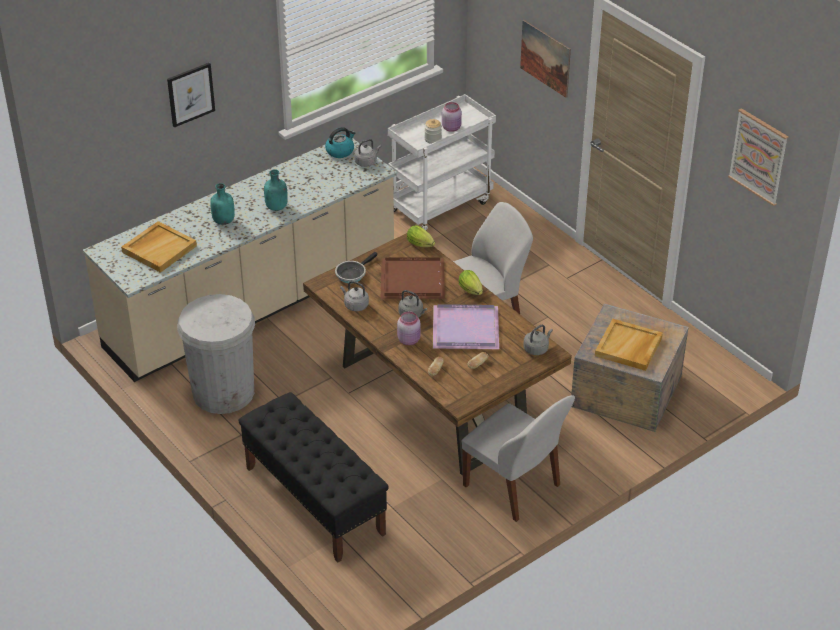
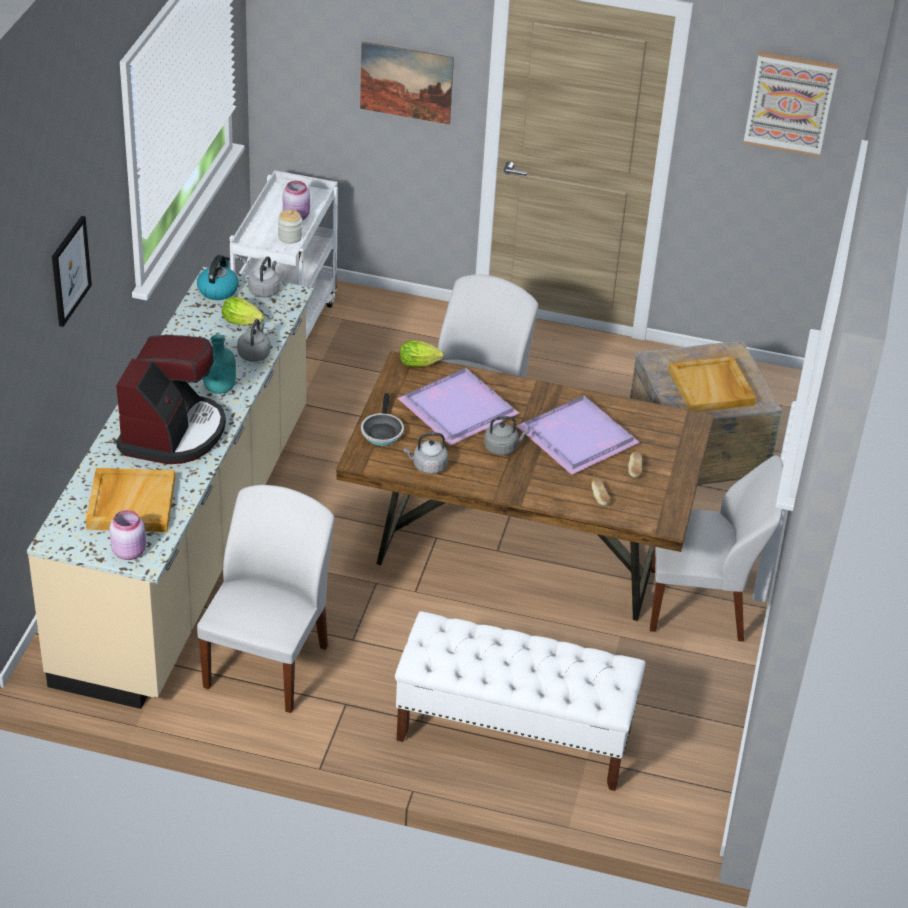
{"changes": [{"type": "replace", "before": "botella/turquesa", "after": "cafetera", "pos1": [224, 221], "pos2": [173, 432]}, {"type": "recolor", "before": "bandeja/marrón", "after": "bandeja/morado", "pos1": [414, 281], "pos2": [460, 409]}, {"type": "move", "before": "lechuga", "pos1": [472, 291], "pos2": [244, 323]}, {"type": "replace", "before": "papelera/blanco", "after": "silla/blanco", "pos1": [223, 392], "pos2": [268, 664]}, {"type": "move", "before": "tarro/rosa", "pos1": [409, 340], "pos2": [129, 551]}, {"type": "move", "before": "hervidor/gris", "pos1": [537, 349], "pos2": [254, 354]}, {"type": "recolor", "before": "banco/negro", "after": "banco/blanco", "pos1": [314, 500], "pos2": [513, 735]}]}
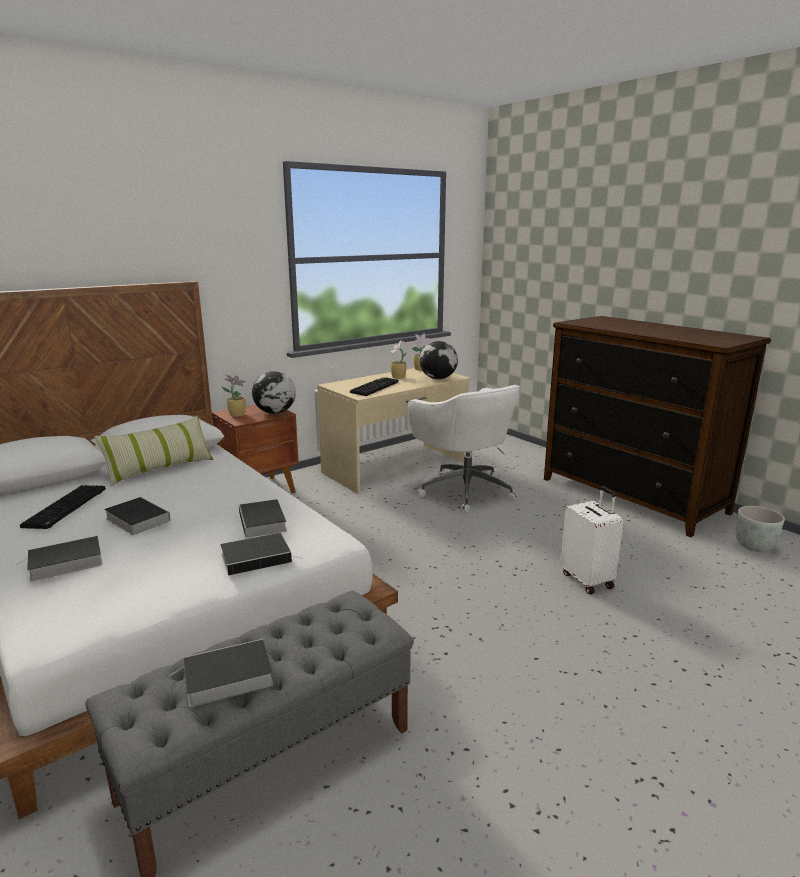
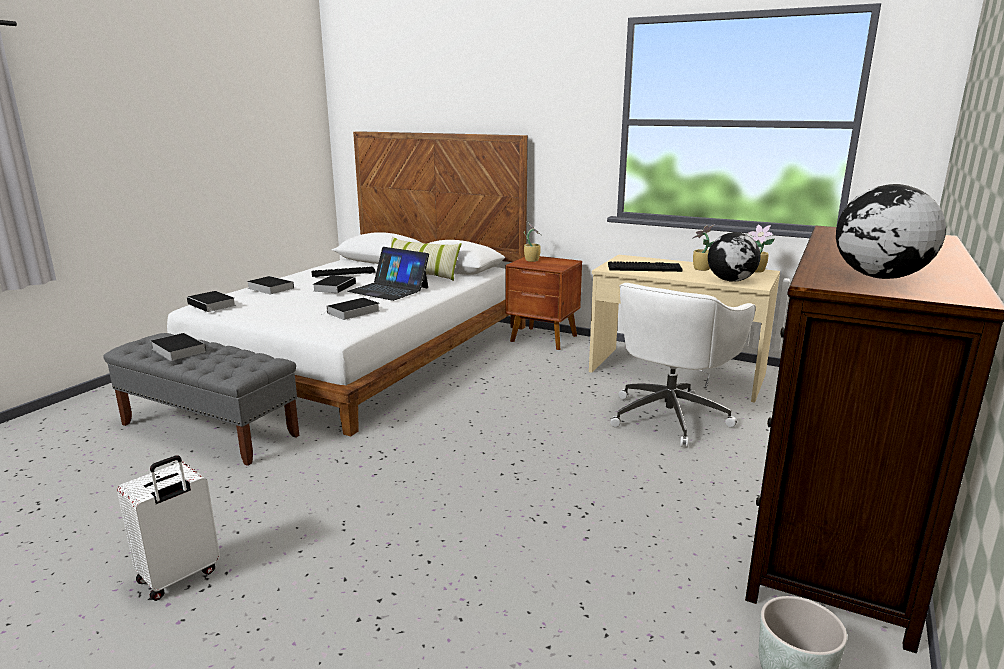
{"changes": [{"type": "move", "before": "globo terráqueo", "pos1": [275, 413], "pos2": [879, 277]}, {"type": "move", "before": "maleta/blanco", "pos1": [588, 580], "pos2": [179, 577]}, {"type": "move", "before": "libro", "pos1": [258, 557], "pos2": [213, 305]}, {"type": "insert", "after": "portátil", "pos2": [389, 289]}]}
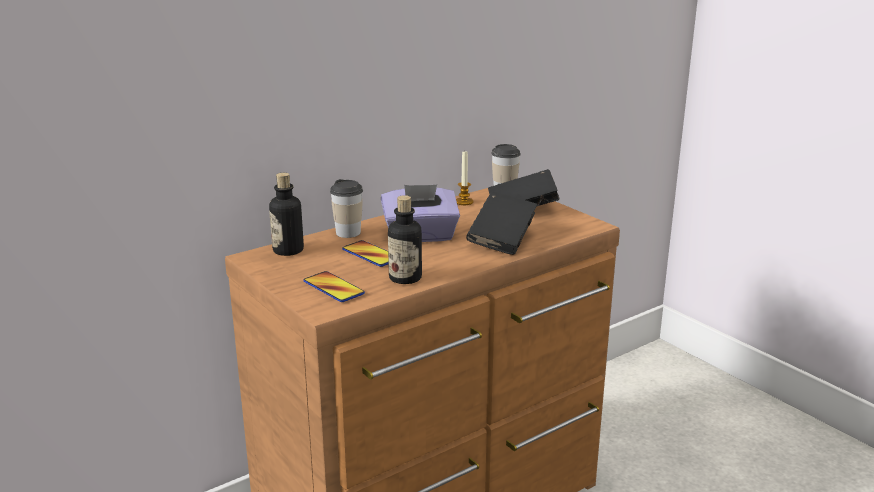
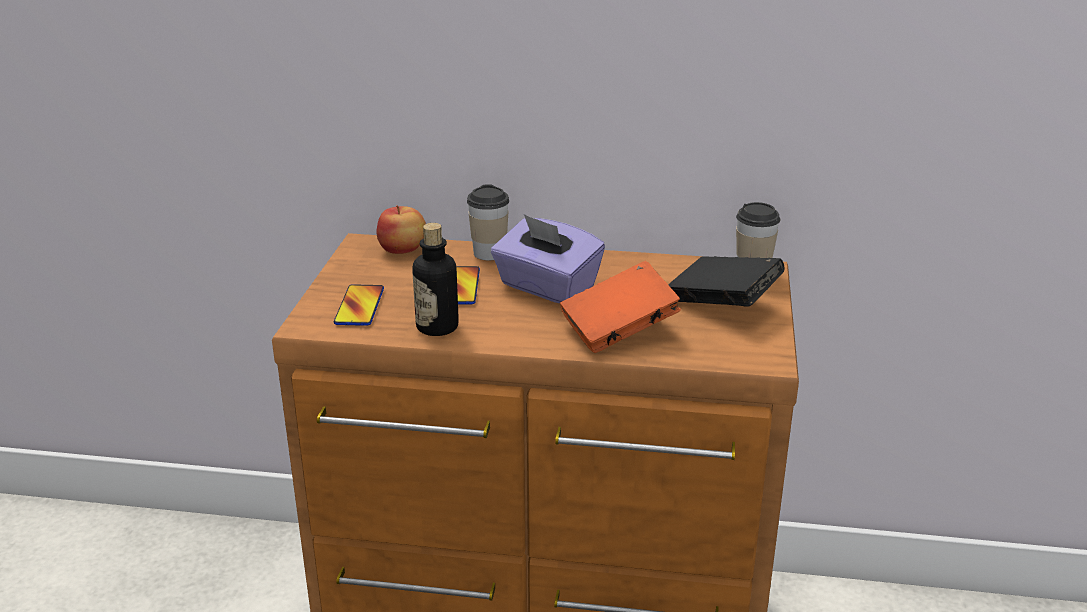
{"changes": [{"type": "delete", "before": "vela", "pos1": [464, 202]}, {"type": "replace", "before": "botella", "after": "manzana", "pos1": [288, 250], "pos2": [403, 249]}, {"type": "recolor", "before": "libro/negro", "after": "libro/naranja", "pos1": [502, 240], "pos2": [619, 330]}]}
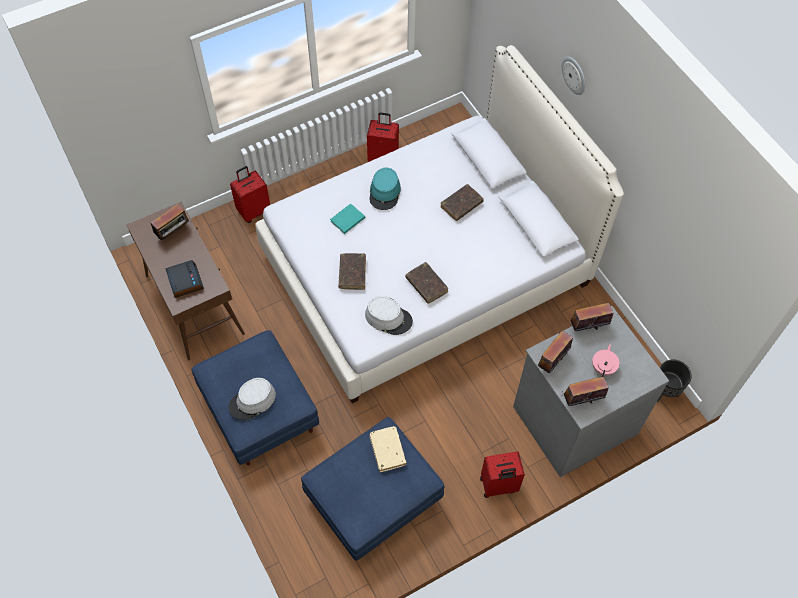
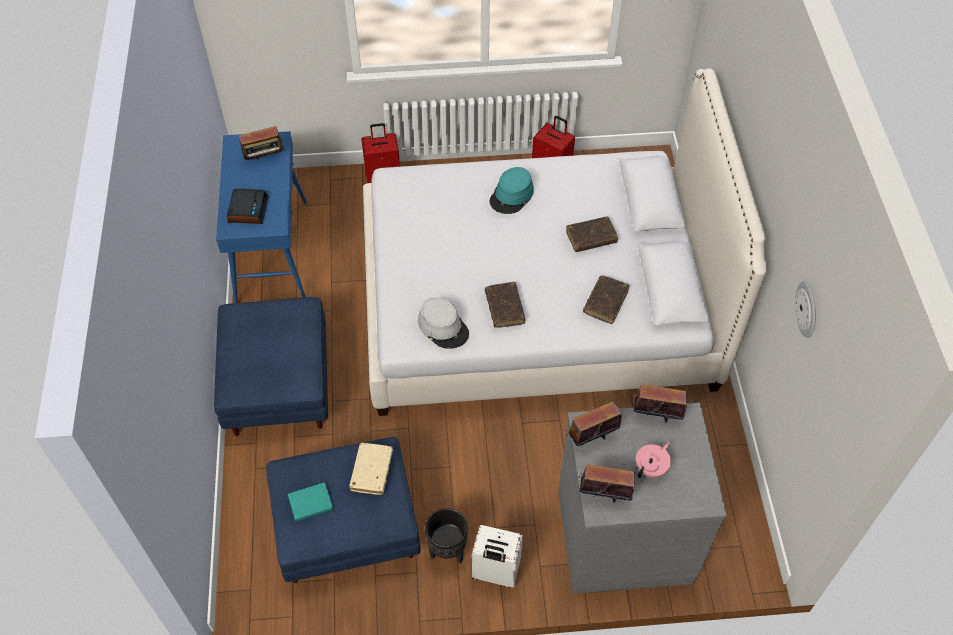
{"changes": [{"type": "move", "before": "reloj de pared", "pos1": [574, 75], "pos2": [807, 309]}, {"type": "recolor", "before": "mesa consola/marrón", "after": "mesa consola/azul", "pos1": [193, 304], "pos2": [271, 252]}, {"type": "move", "before": "libro/turquesa", "pos1": [346, 219], "pos2": [309, 502]}, {"type": "move", "before": "libro/marrón", "pos1": [352, 273], "pos2": [605, 302]}, {"type": "move", "before": "maceta/negro", "pos1": [664, 392], "pos2": [447, 550]}, {"type": "delete", "before": "sombrero/gris", "pos1": [252, 401]}, {"type": "recolor", "before": "maleta/rojo", "after": "maleta/blanco", "pos1": [498, 486], "pos2": [495, 573]}]}
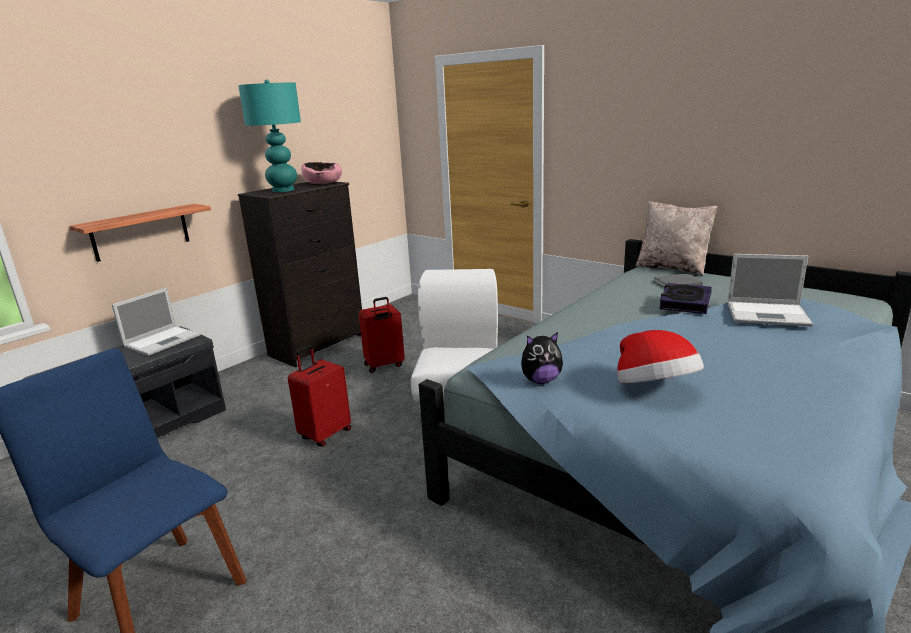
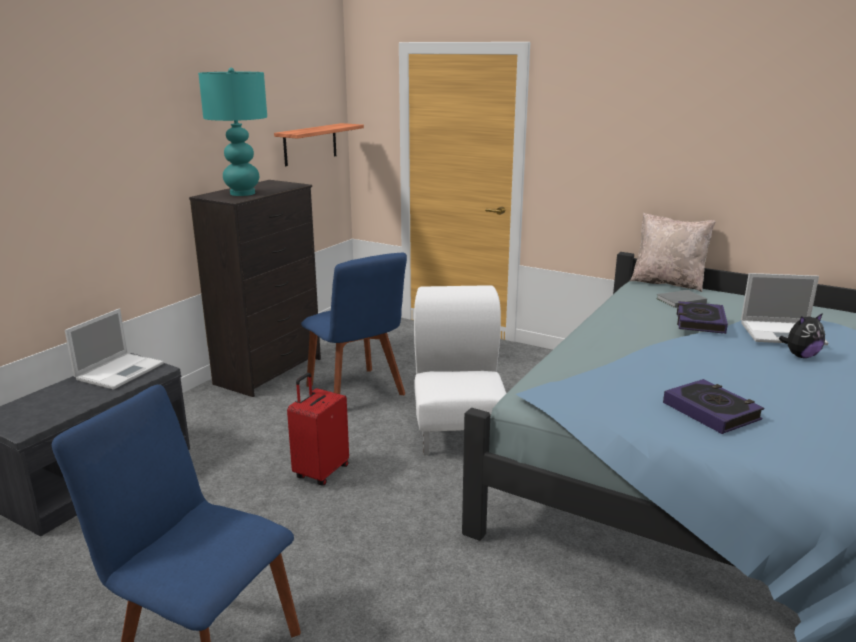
{"changes": [{"type": "delete", "before": "cuenco/rosa", "pos1": [323, 183]}, {"type": "move", "before": "estante", "pos1": [140, 232], "pos2": [310, 144]}, {"type": "replace", "before": "maleta/rojo", "after": "silla/azul", "pos1": [384, 365], "pos2": [357, 392]}, {"type": "replace", "before": "sombrero", "after": "libro", "pos1": [654, 389], "pos2": [711, 411]}, {"type": "move", "before": "peluche", "pos1": [541, 380], "pos2": [800, 356]}]}
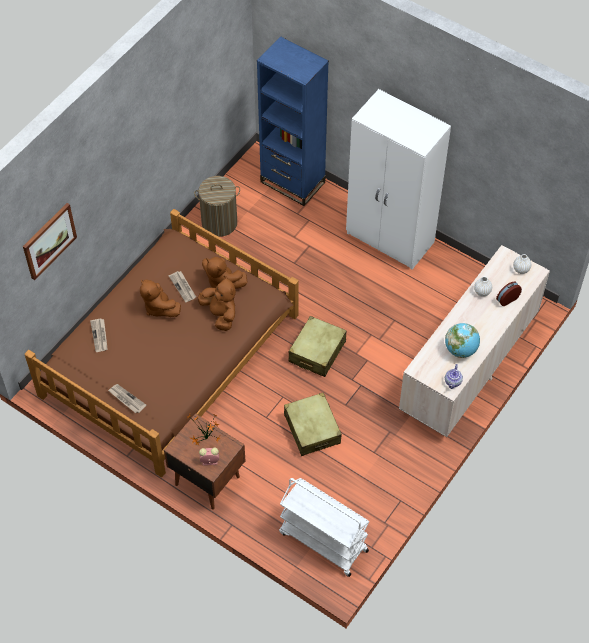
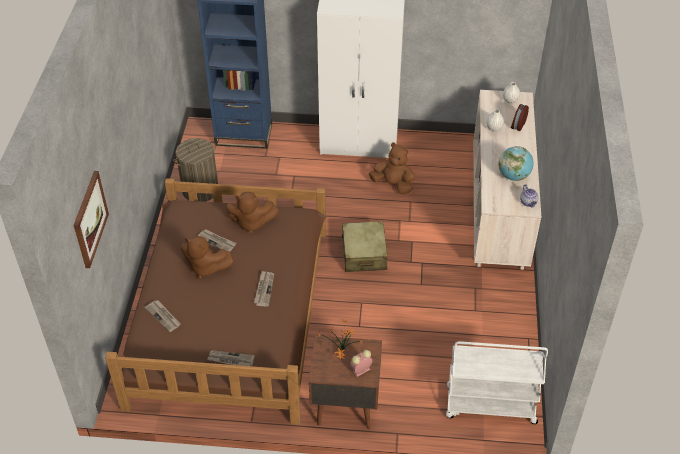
{"changes": [{"type": "move", "before": "peluche/marrón", "pos1": [220, 314], "pos2": [393, 184]}, {"type": "delete", "before": "maleta/beis", "pos1": [312, 429]}, {"type": "insert", "after": "periódico", "pos2": [264, 289]}]}
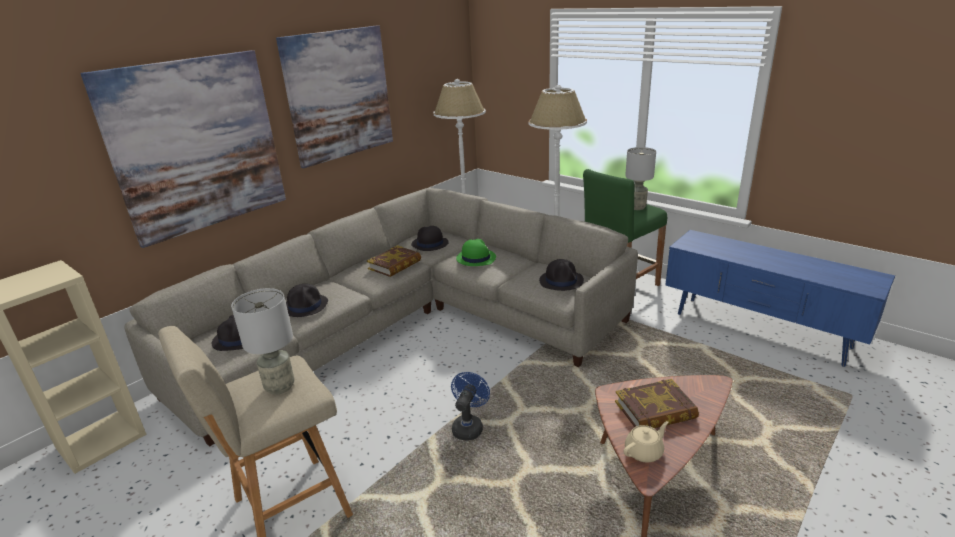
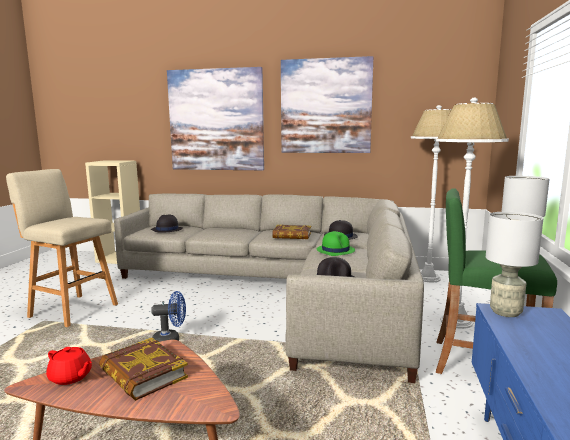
{"changes": [{"type": "delete", "before": "sombrero/negro", "pos1": [305, 306]}, {"type": "move", "before": "lámpara de mesa/gris", "pos1": [280, 386], "pos2": [506, 312]}, {"type": "recolor", "before": "tetera/beis", "after": "tetera/rojo", "pos1": [644, 452], "pos2": [71, 377]}]}
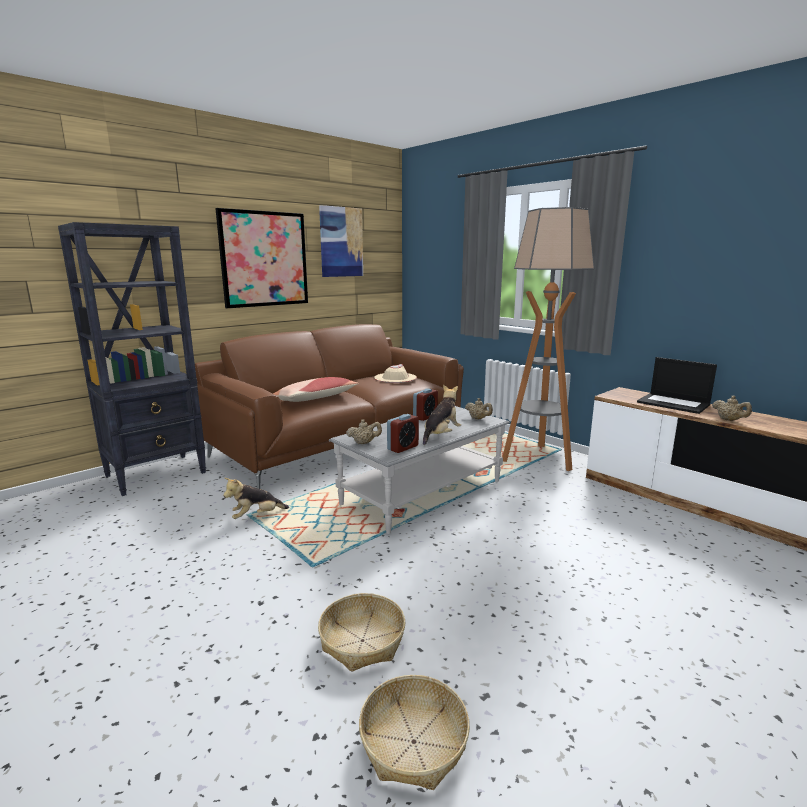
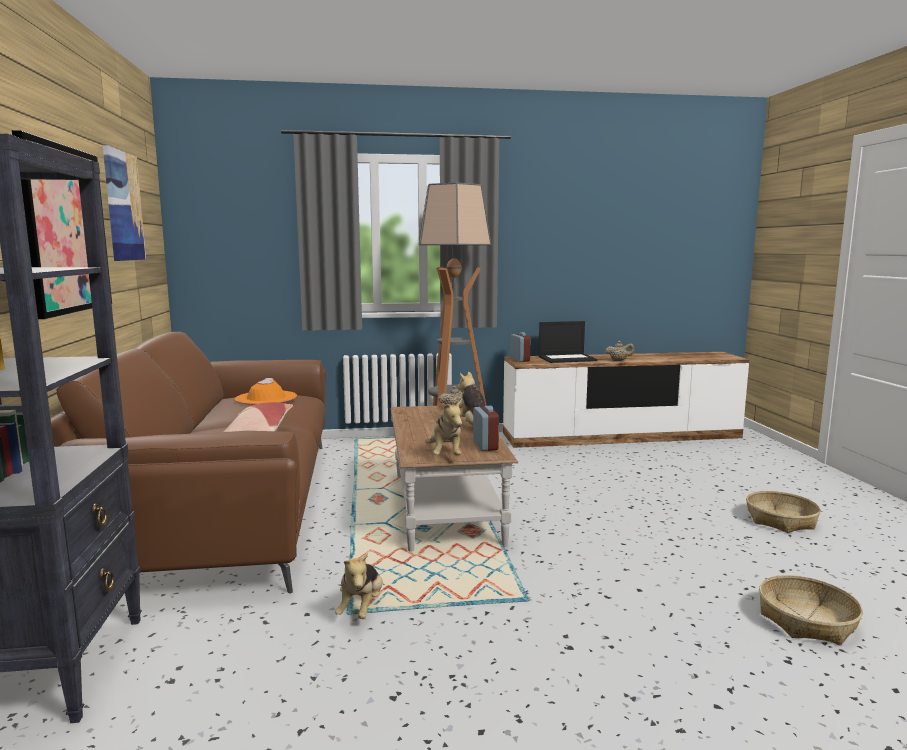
{"changes": [{"type": "recolor", "before": "sombrero/beis", "after": "sombrero/naranja", "pos1": [395, 378], "pos2": [266, 398]}, {"type": "move", "before": "despertador", "pos1": [425, 417], "pos2": [519, 359]}, {"type": "recolor", "before": "mesa de centro/gris", "after": "mesa de centro/marrón", "pos1": [423, 492], "pos2": [445, 507]}, {"type": "replace", "before": "tetera/beis", "after": "peluche", "pos1": [364, 443], "pos2": [445, 455]}, {"type": "move", "before": "cesta", "pos1": [362, 640], "pos2": [780, 520]}]}
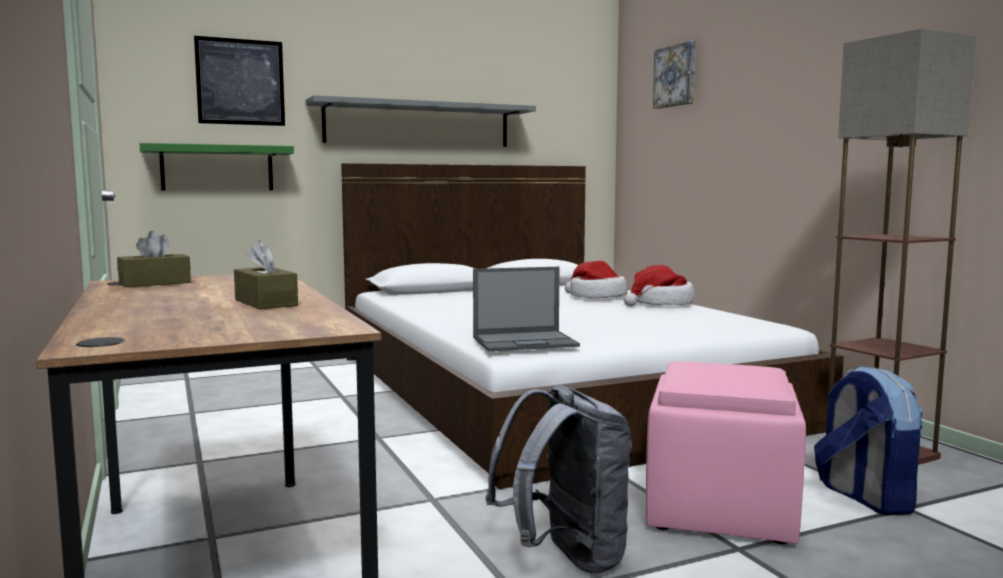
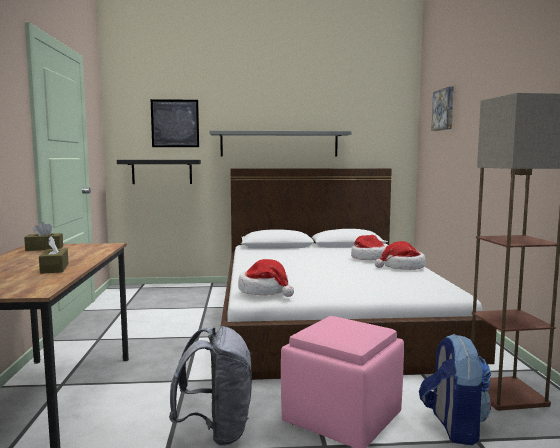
{"changes": [{"type": "recolor", "before": "estante/verde", "after": "estante/negro", "pos1": [217, 168], "pos2": [162, 172]}, {"type": "replace", "before": "portátil", "after": "sombrero", "pos1": [526, 341], "pos2": [265, 291]}]}
